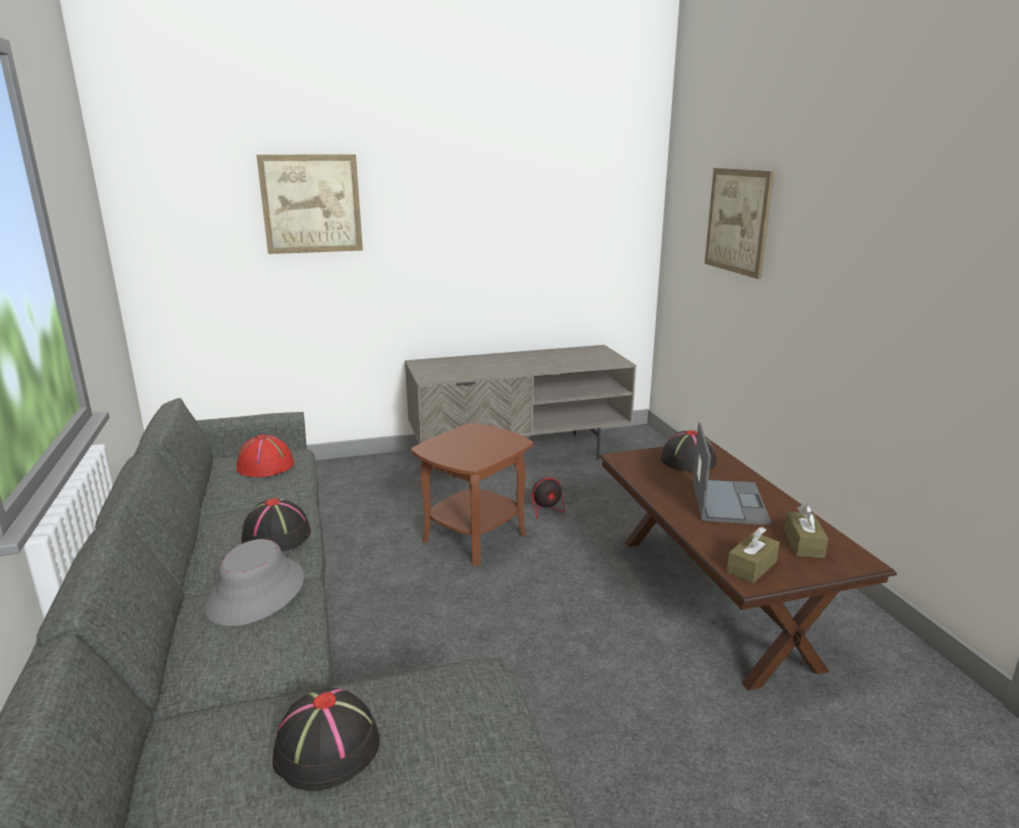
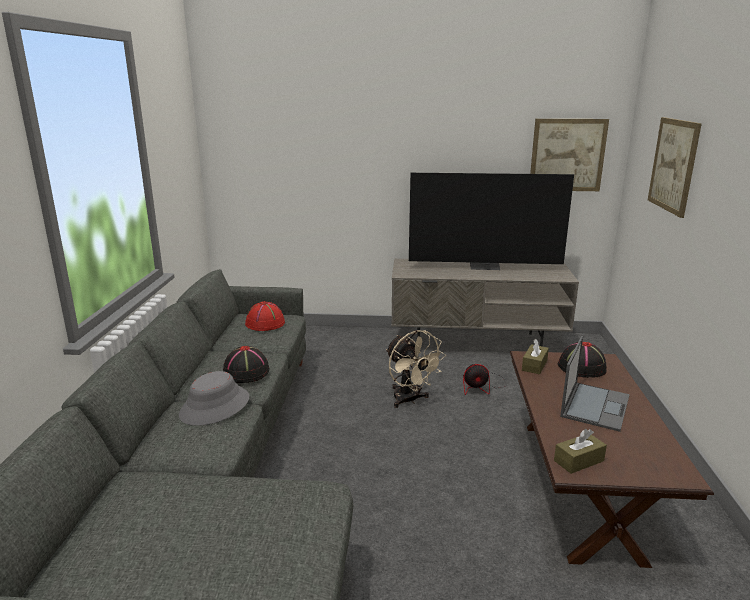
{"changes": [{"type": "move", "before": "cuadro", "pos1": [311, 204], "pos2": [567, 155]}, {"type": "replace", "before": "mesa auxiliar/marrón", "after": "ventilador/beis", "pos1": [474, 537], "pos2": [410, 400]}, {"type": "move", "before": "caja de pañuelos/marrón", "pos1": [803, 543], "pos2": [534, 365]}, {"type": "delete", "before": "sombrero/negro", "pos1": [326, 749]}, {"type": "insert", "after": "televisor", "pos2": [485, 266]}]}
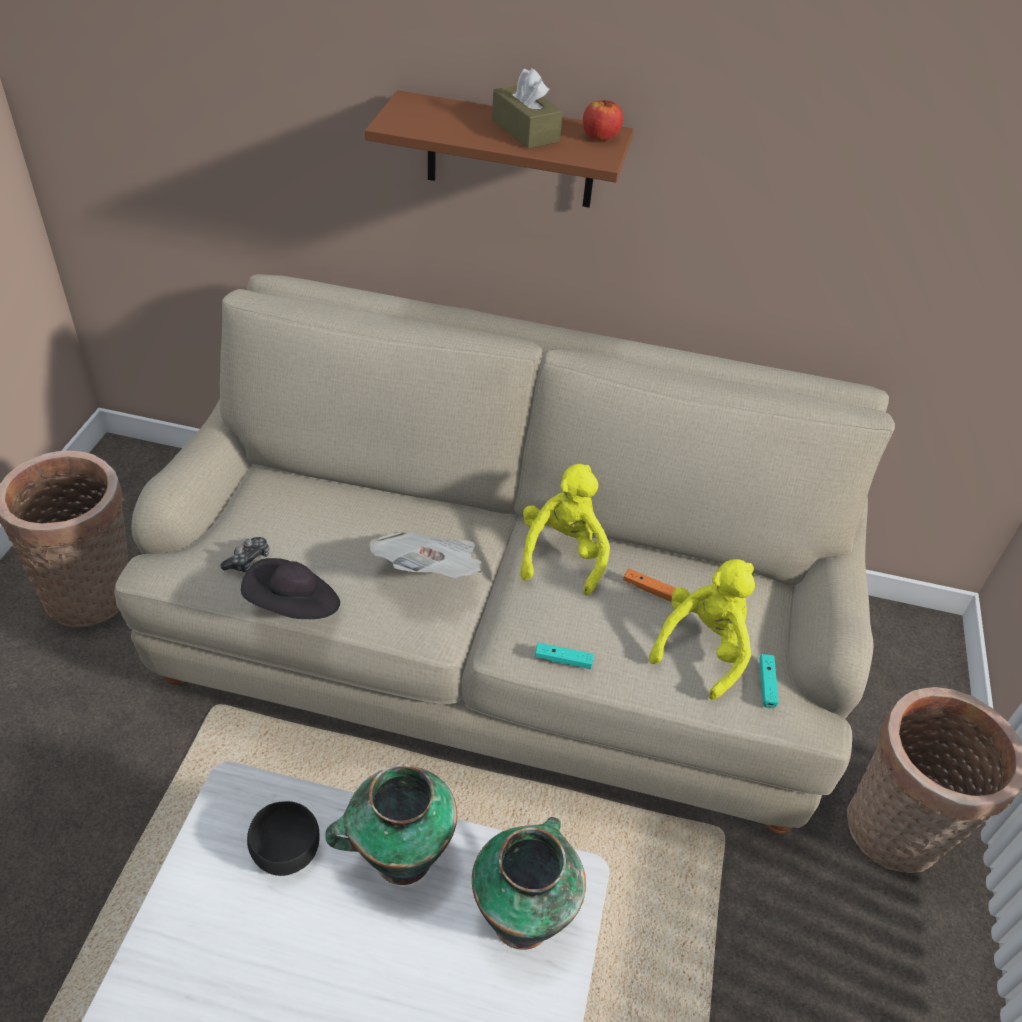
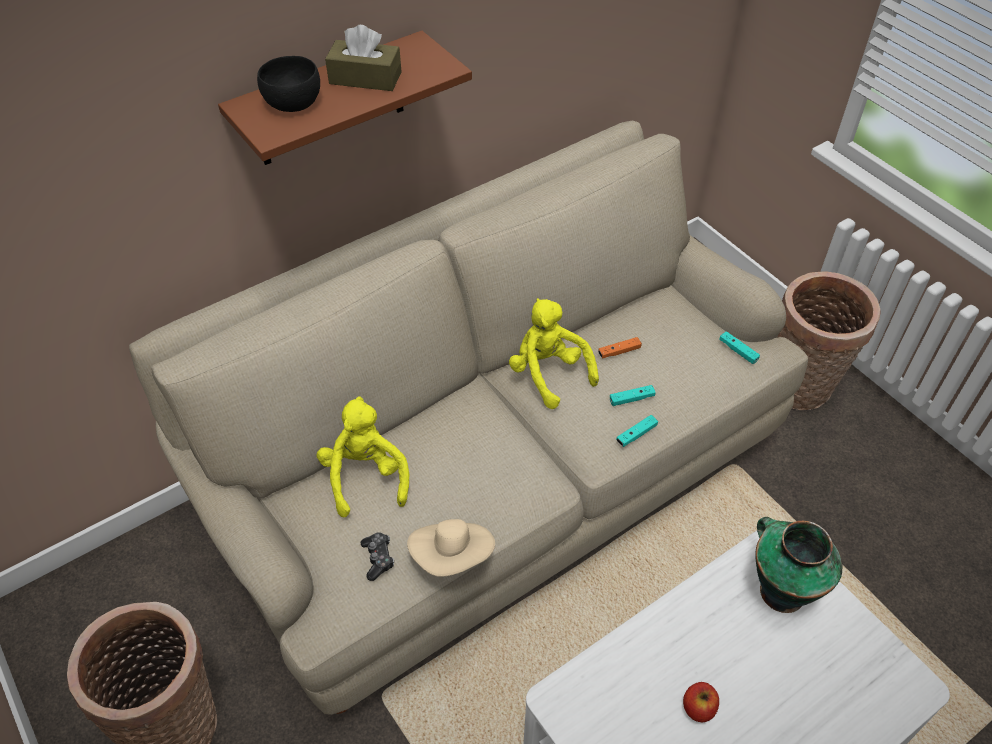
{"changes": [{"type": "move", "before": "manzana", "pos1": [600, 137], "pos2": [698, 708]}, {"type": "delete", "before": "periódico", "pos1": [431, 573]}, {"type": "recolor", "before": "sombrero/negro", "after": "sombrero/beis", "pos1": [294, 606], "pos2": [453, 556]}, {"type": "move", "before": "peluche/amarillo", "pos1": [703, 648], "pos2": [365, 476]}, {"type": "delete", "before": "florero", "pos1": [399, 858]}, {"type": "move", "before": "cuenco/negro", "pos1": [286, 850], "pos2": [292, 103]}, {"type": "insert", "after": "mando de consola/turquesa", "pos2": [631, 399]}]}
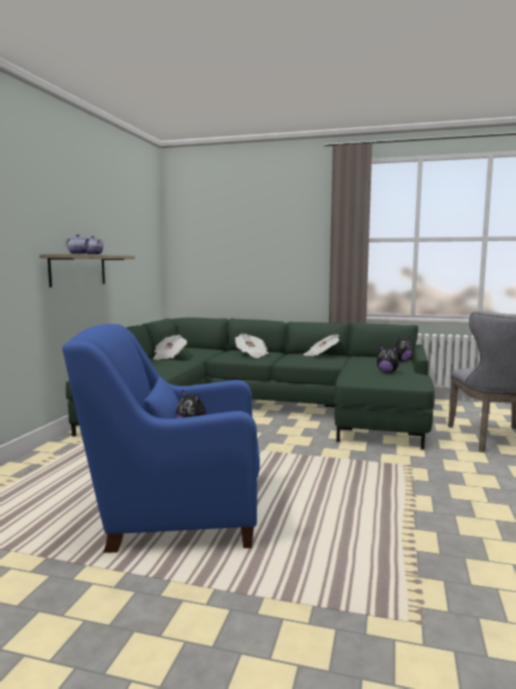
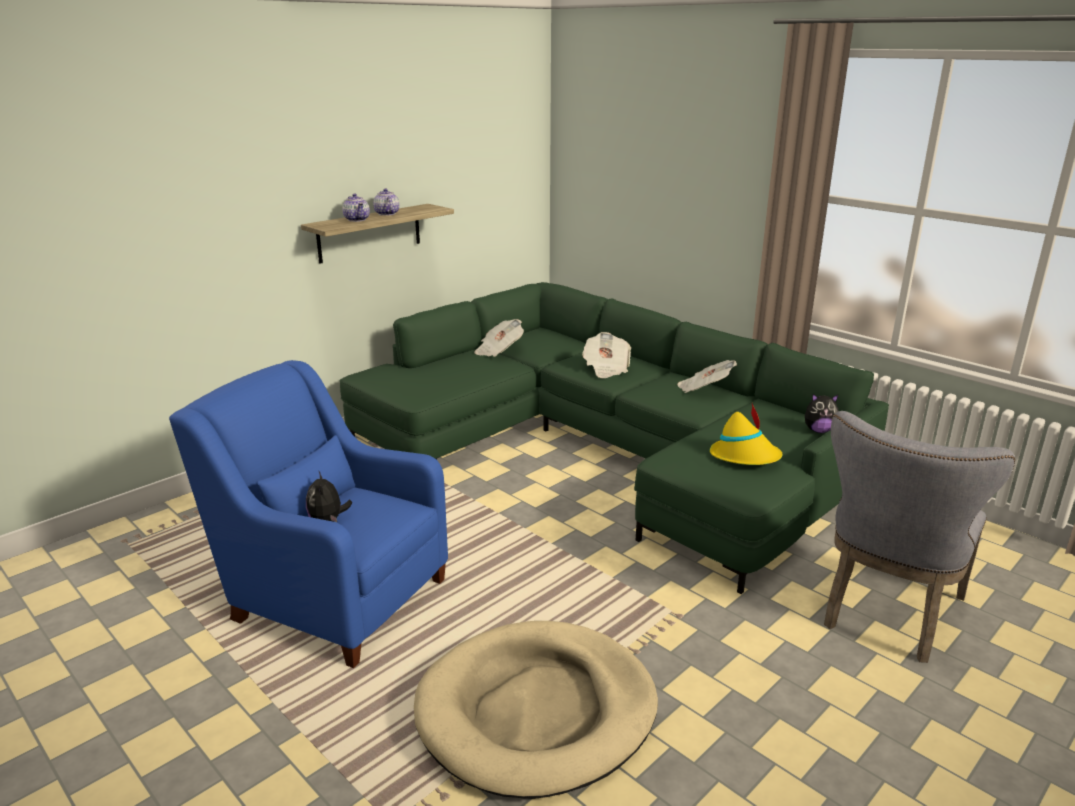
{"changes": [{"type": "replace", "before": "peluche", "after": "sombrero/amarillo", "pos1": [387, 372], "pos2": [745, 457]}, {"type": "insert", "after": "cama para perro/beis", "pos2": [537, 711]}]}
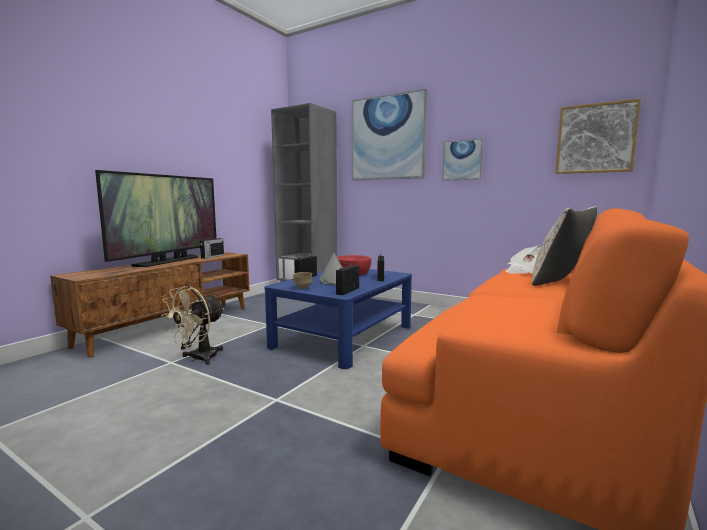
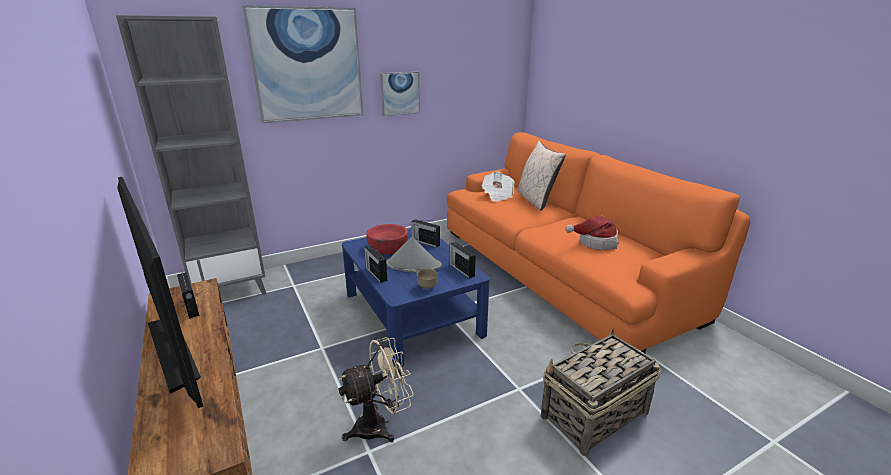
{"changes": [{"type": "delete", "before": "cuadro", "pos1": [595, 138]}, {"type": "rotate", "before": "ventilador/beis", "pos1": [198, 359], "pos2": [379, 425], "turn": -90}, {"type": "insert", "after": "sombrero", "pos2": [595, 242]}, {"type": "insert", "after": "cesta", "pos2": [593, 415]}]}
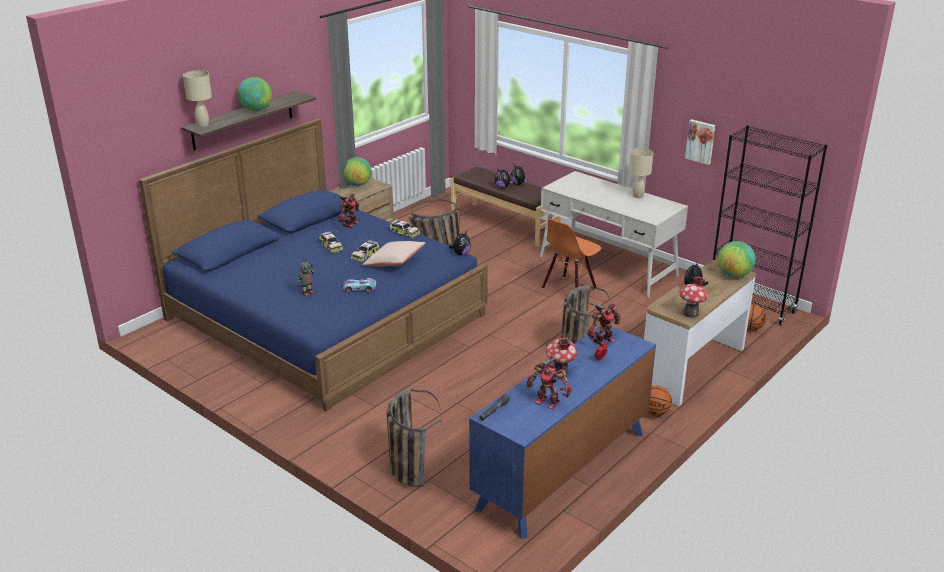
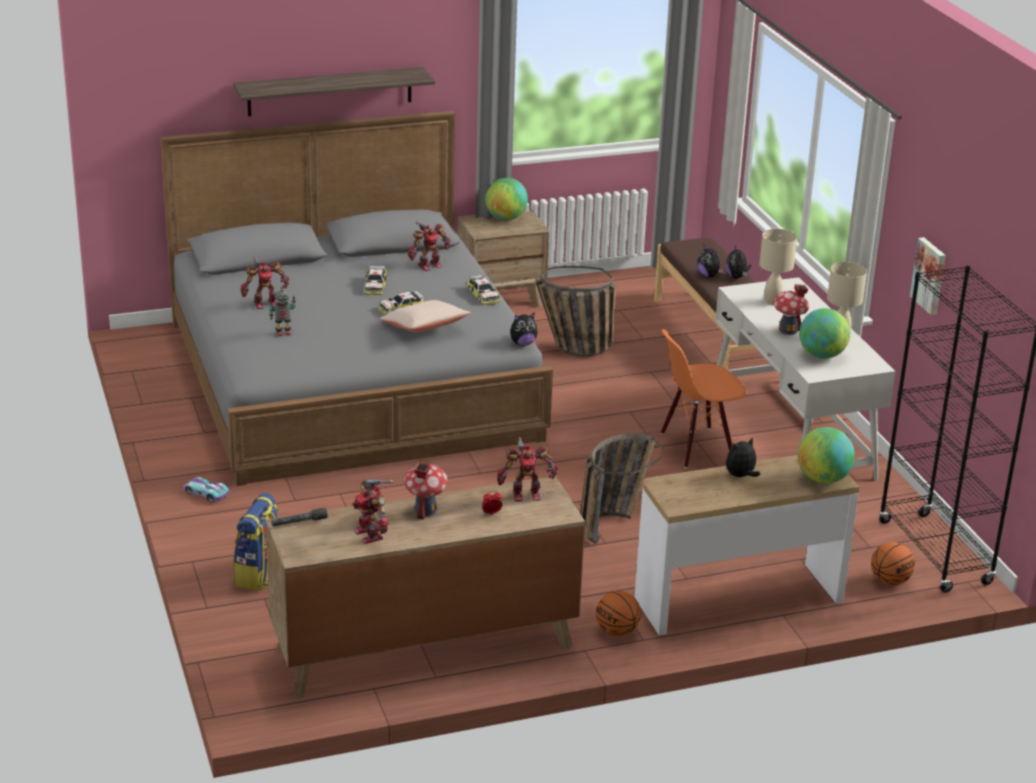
{"changes": [{"type": "move", "before": "lámpara de mesa/beis", "pos1": [202, 125], "pos2": [772, 301]}, {"type": "move", "before": "globo terráqueo", "pos1": [256, 110], "pos2": [821, 355]}, {"type": "recolor", "before": "cama/azul", "after": "cama/gris", "pos1": [325, 316], "pos2": [351, 379]}, {"type": "move", "before": "casita", "pos1": [691, 314], "pos2": [788, 330]}, {"type": "move", "before": "coche de juguete", "pos1": [359, 288], "pos2": [206, 493]}, {"type": "recolor", "before": "cómoda/azul", "after": "cómoda/marrón", "pos1": [562, 470], "pos2": [424, 648]}, {"type": "replace", "before": "cesta", "after": "mochila", "pos1": [408, 465], "pos2": [260, 575]}, {"type": "insert", "after": "robot de juguete", "pos2": [265, 303]}]}
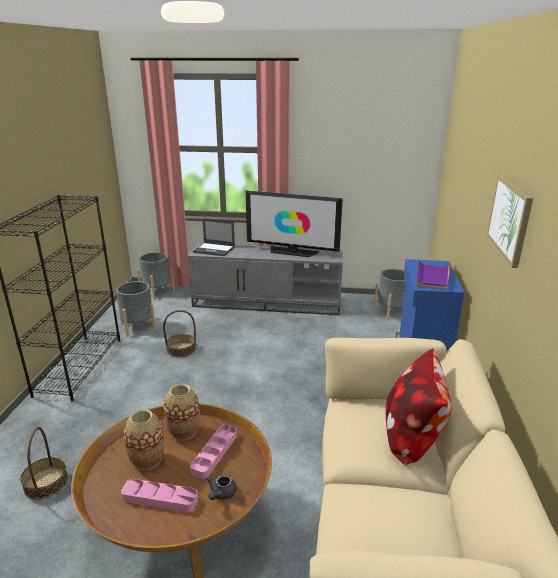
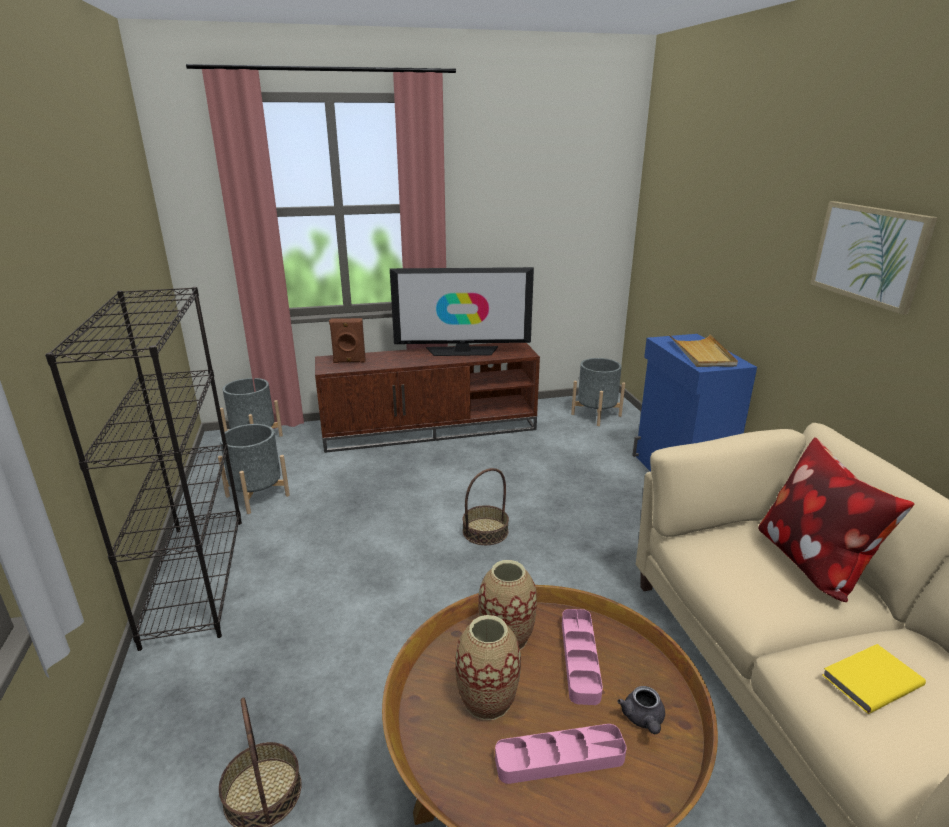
{"changes": [{"type": "replace", "before": "portátil", "after": "altavoz/marrón", "pos1": [214, 249], "pos2": [349, 361]}, {"type": "recolor", "before": "mueble de televisión/gris", "after": "mueble de televisión/marrón", "pos1": [268, 303], "pos2": [430, 429]}, {"type": "recolor", "before": "bandeja/morado", "after": "bandeja/beis", "pos1": [432, 277], "pos2": [702, 354]}, {"type": "move", "before": "cesta", "pos1": [181, 349], "pos2": [485, 531]}, {"type": "insert", "after": "libro/amarillo", "pos2": [869, 679]}]}
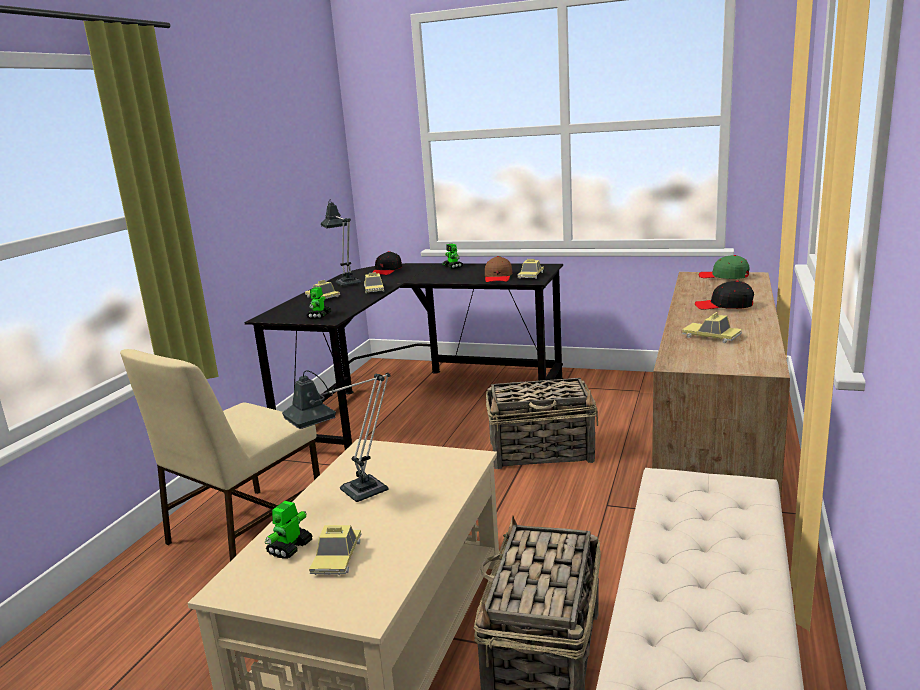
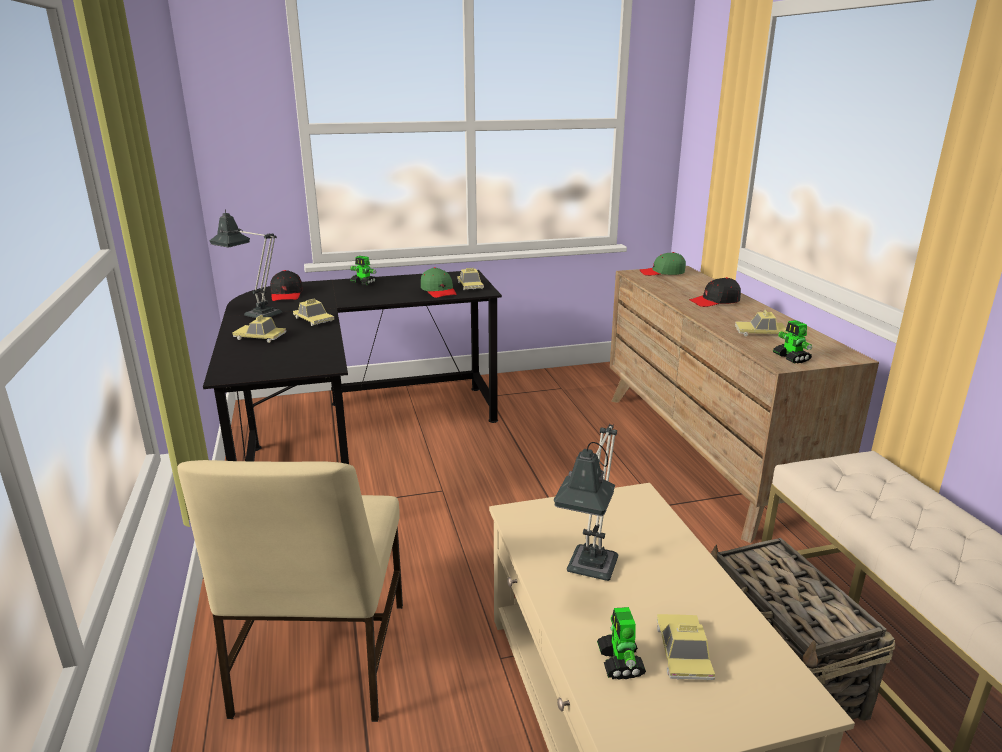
{"changes": [{"type": "recolor", "before": "gorra/marrón", "after": "gorra/verde", "pos1": [498, 277], "pos2": [439, 291]}, {"type": "move", "before": "robot de juguete", "pos1": [319, 316], "pos2": [791, 358]}, {"type": "delete", "before": "cesta", "pos1": [542, 452]}, {"type": "rotate", "before": "coche de juguete", "pos1": [337, 557], "pos2": [683, 652], "turn": -150}]}
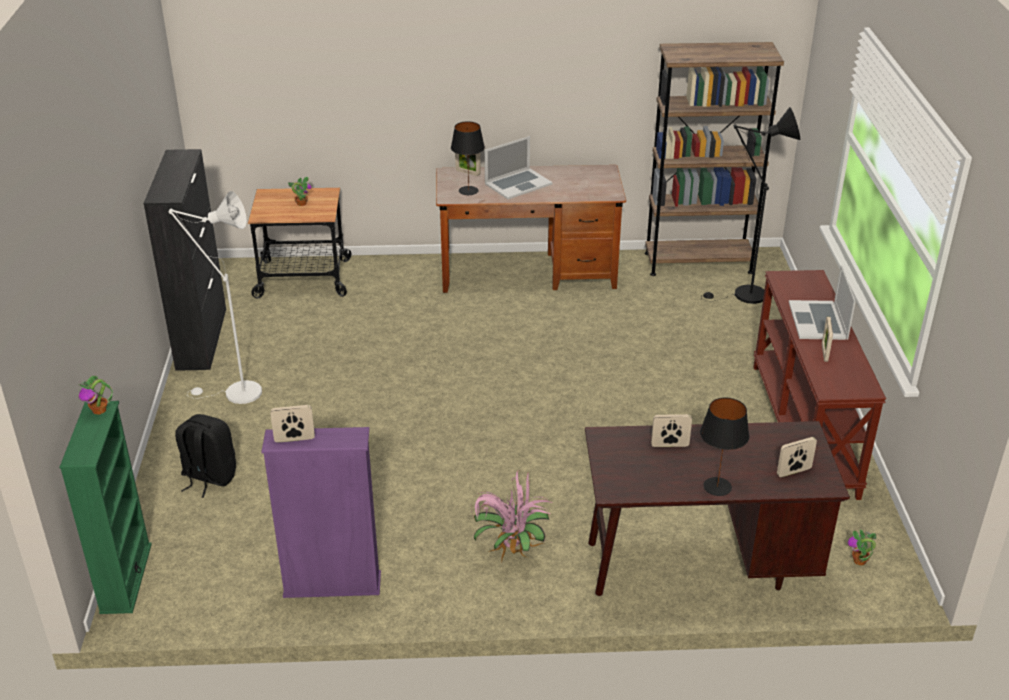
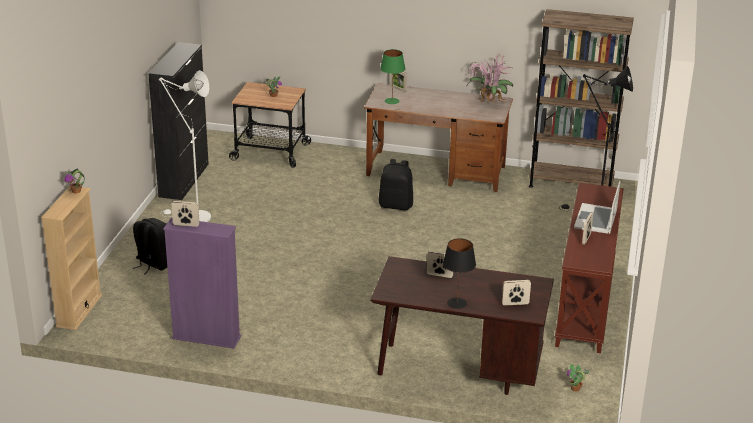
{"changes": [{"type": "recolor", "before": "lámpara de mesa/negro", "after": "lámpara de mesa/verde", "pos1": [468, 190], "pos2": [392, 101]}, {"type": "delete", "before": "portátil", "pos1": [518, 184]}, {"type": "recolor", "before": "estantería/verde", "after": "estantería/beis", "pos1": [126, 578], "pos2": [79, 311]}, {"type": "move", "before": "planta en maceta", "pos1": [511, 551], "pos2": [488, 103]}, {"type": "insert", "after": "mochila/negro", "pos2": [396, 205]}]}
